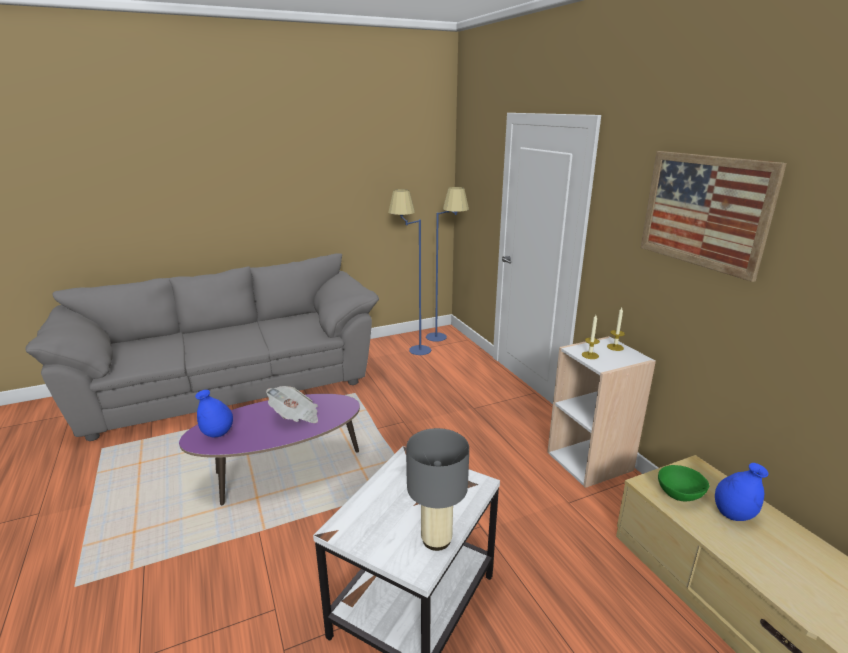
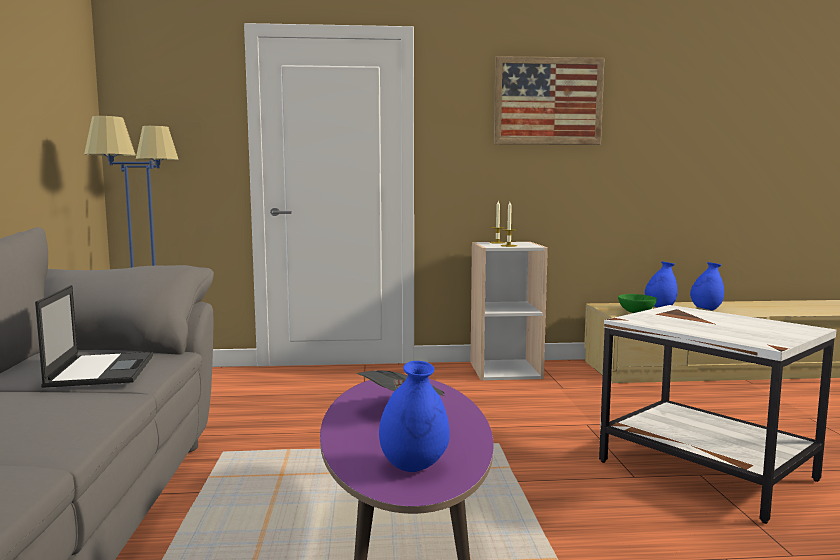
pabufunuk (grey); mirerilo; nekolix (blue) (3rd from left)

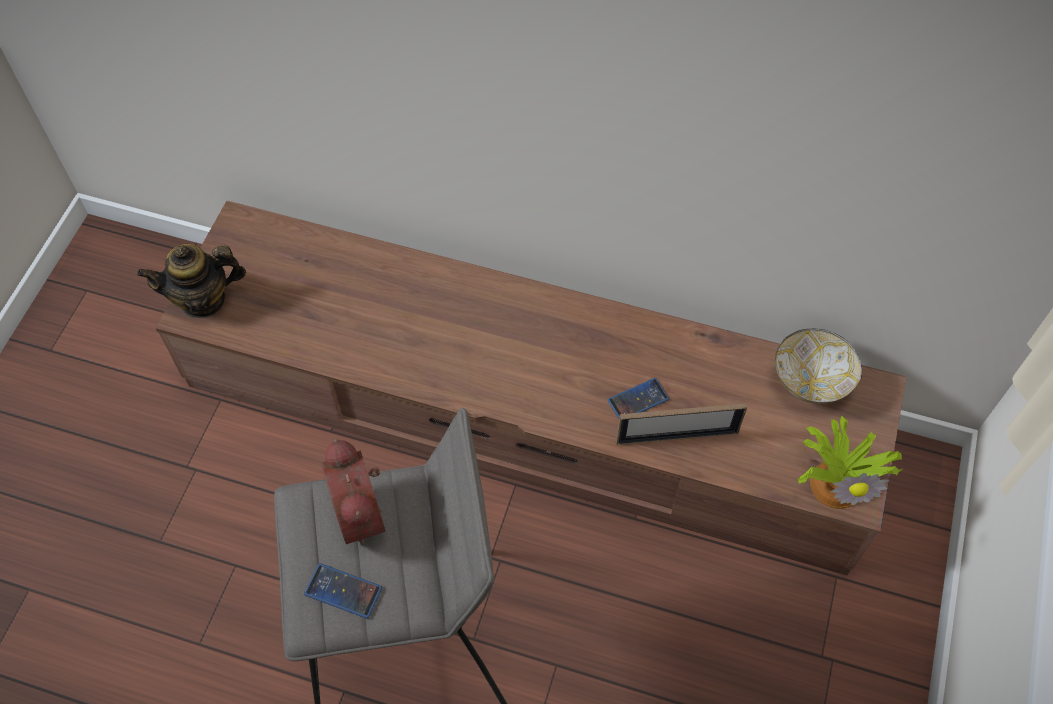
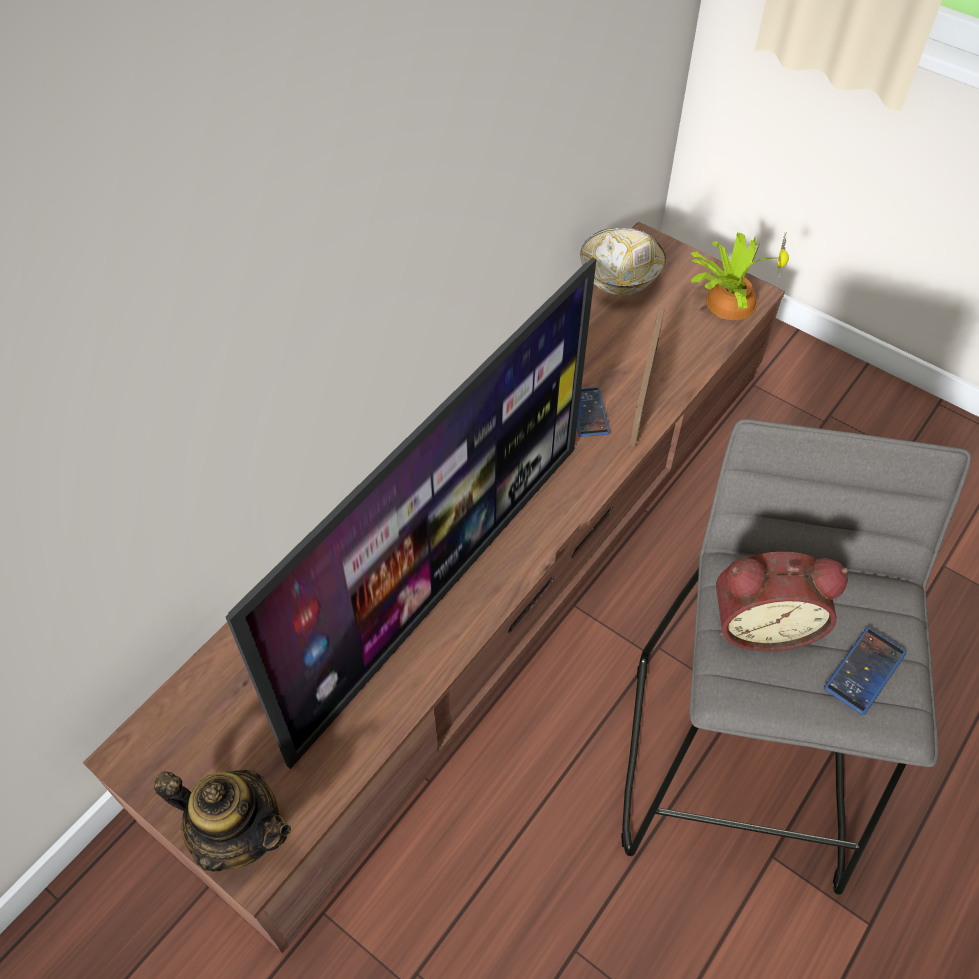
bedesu; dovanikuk

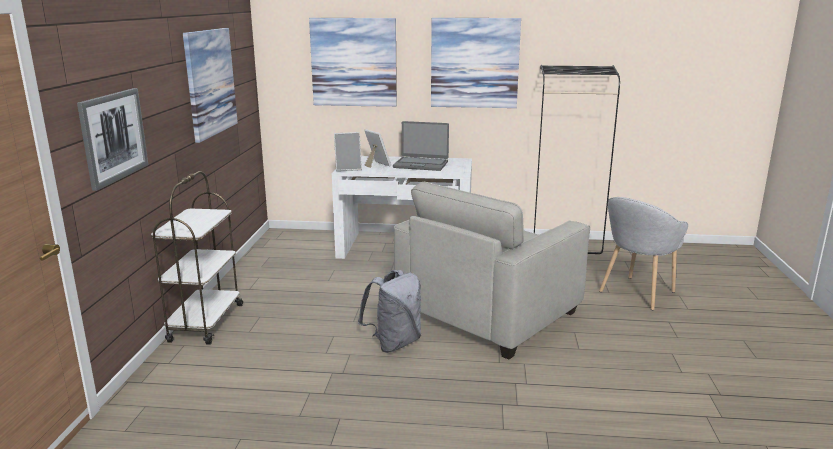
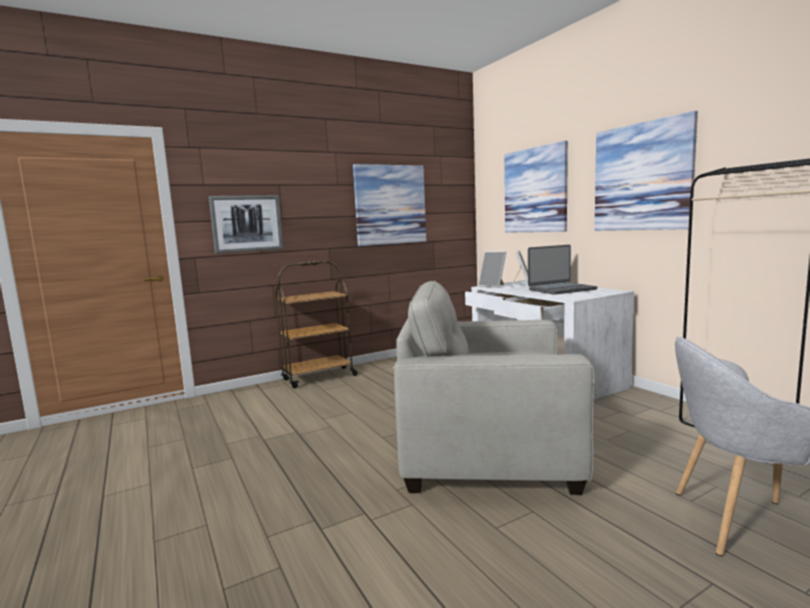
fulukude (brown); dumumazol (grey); mirerilo

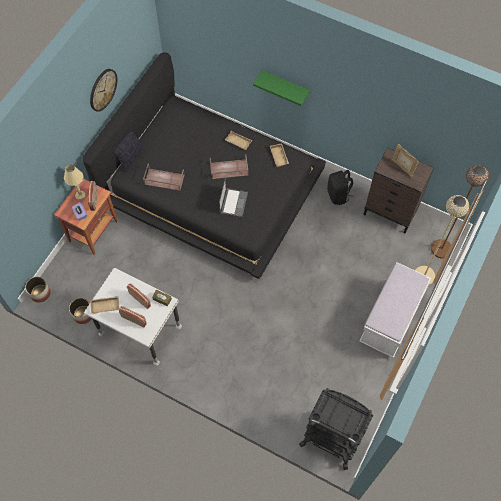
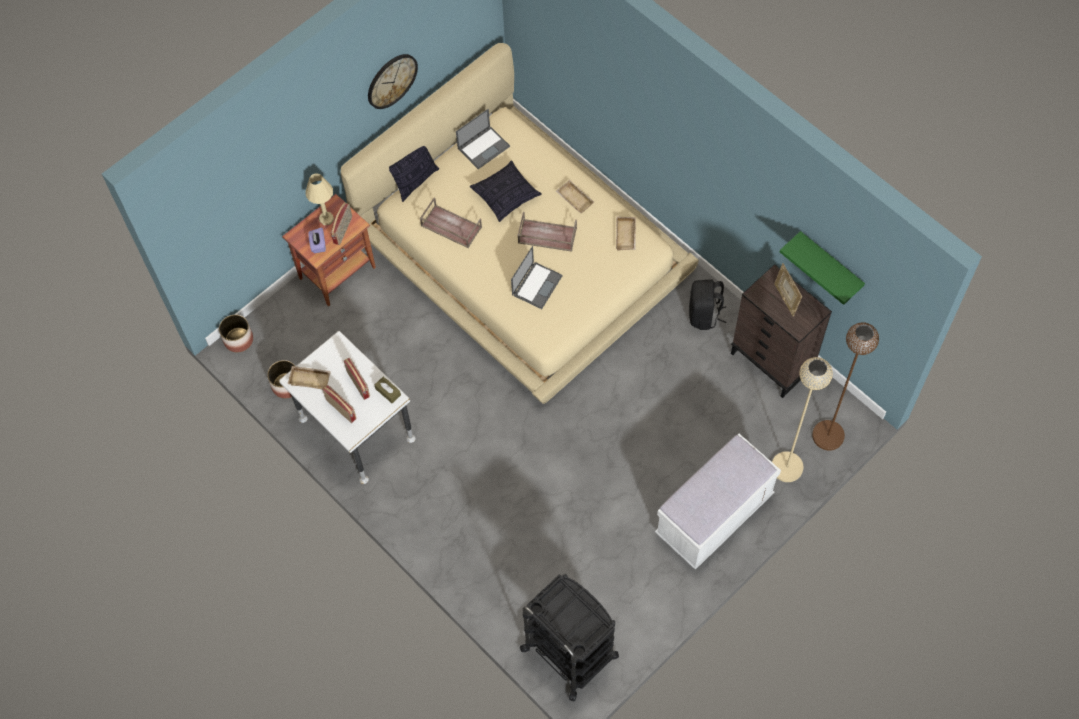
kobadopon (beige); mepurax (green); mirerilo (1st from left); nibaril (2nd from left)

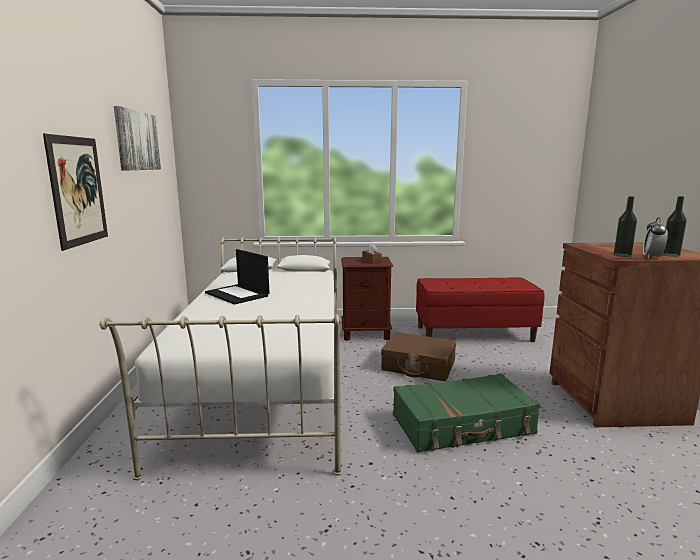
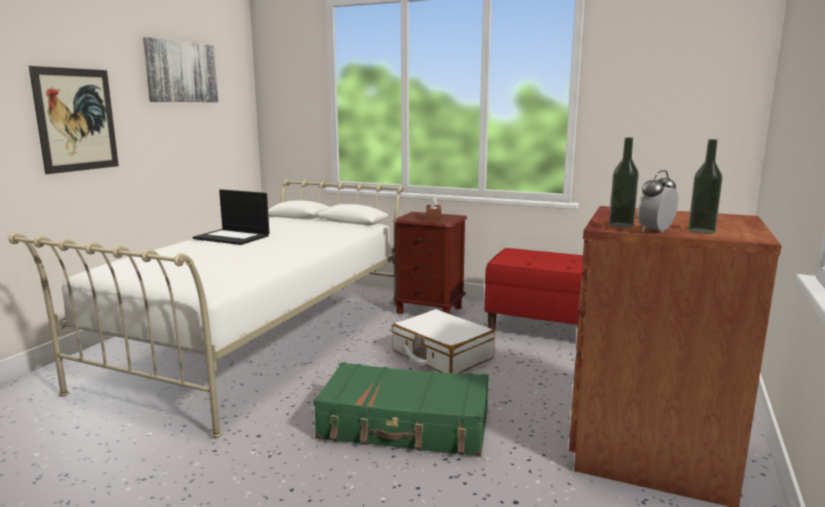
mirerilo; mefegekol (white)

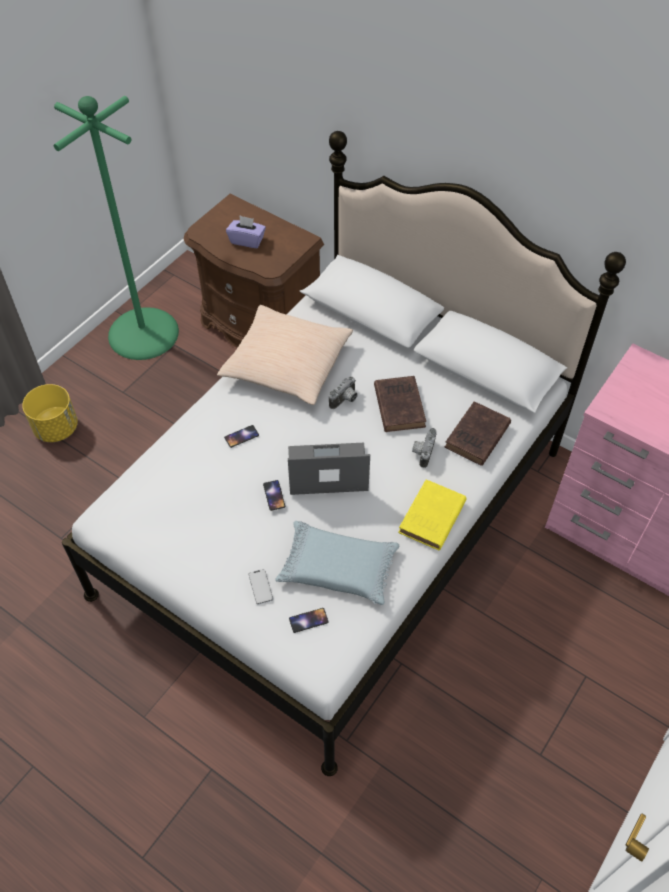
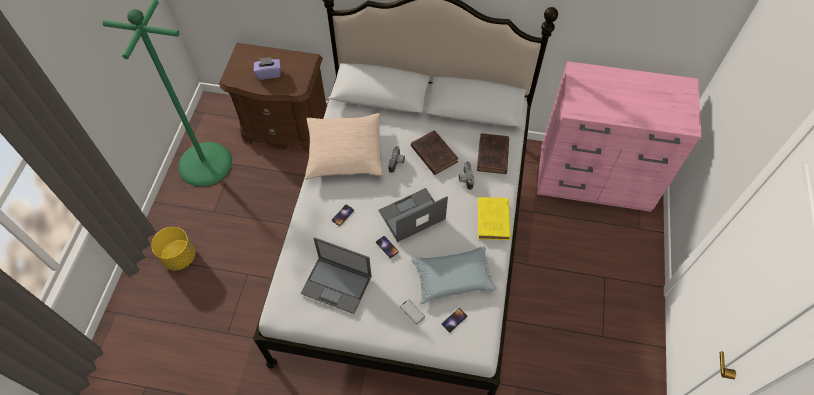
mirerilo (1st from left)

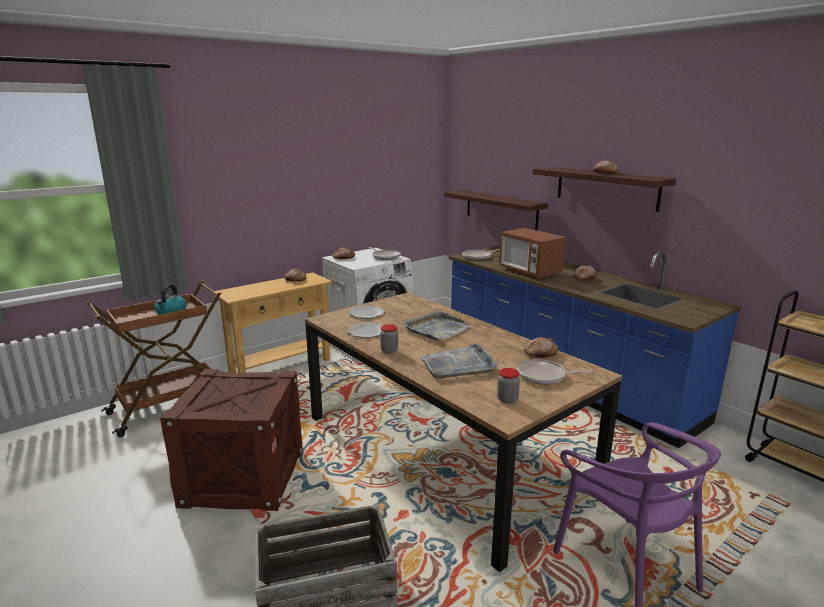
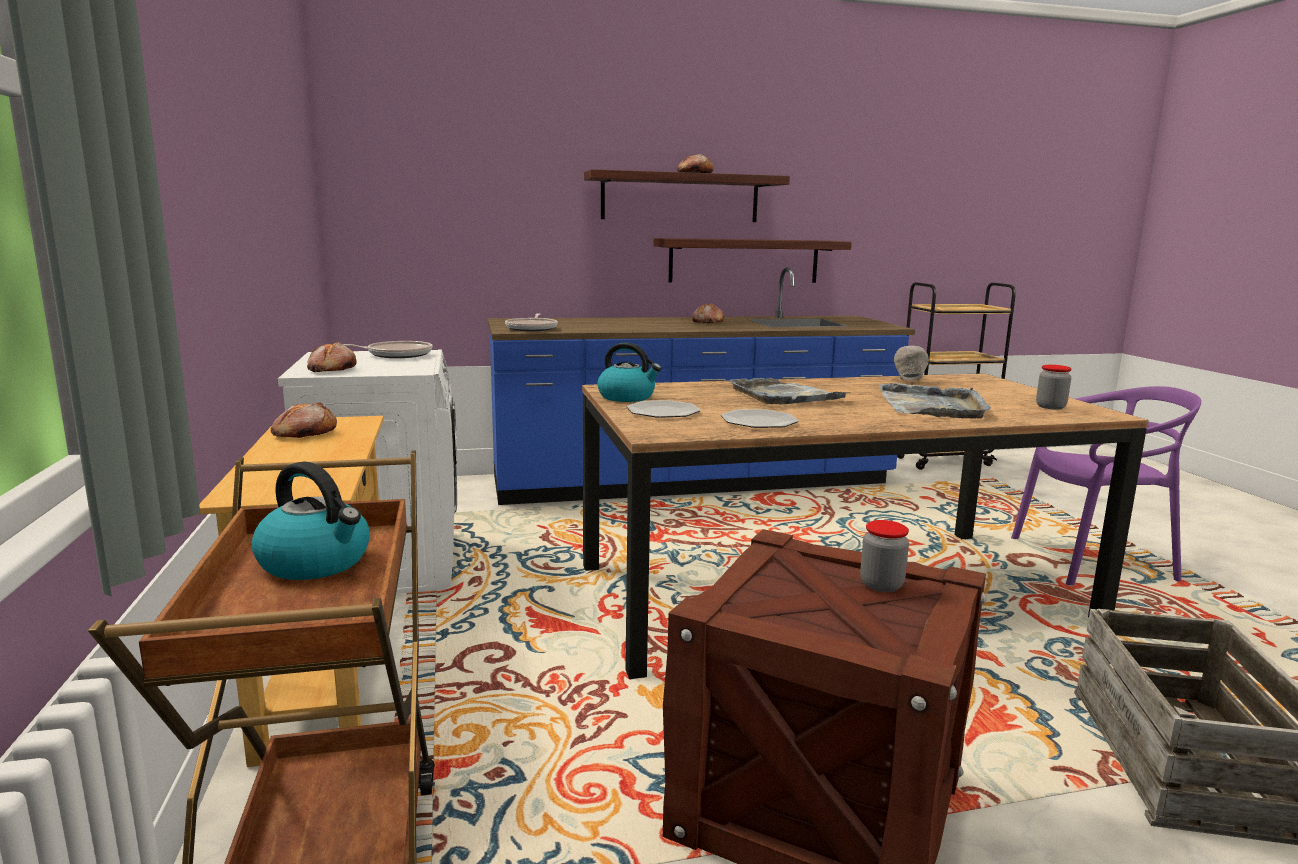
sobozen (1st from left); mepurax (2nd from left); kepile; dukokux (3rd from left in the first image); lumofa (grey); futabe (2nd from left)

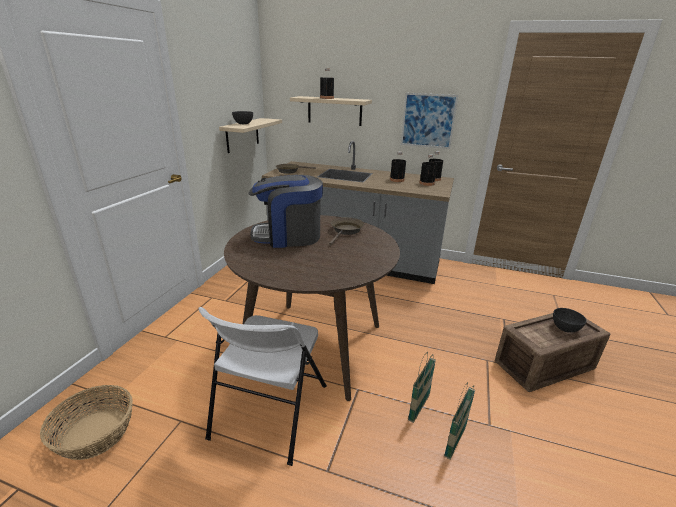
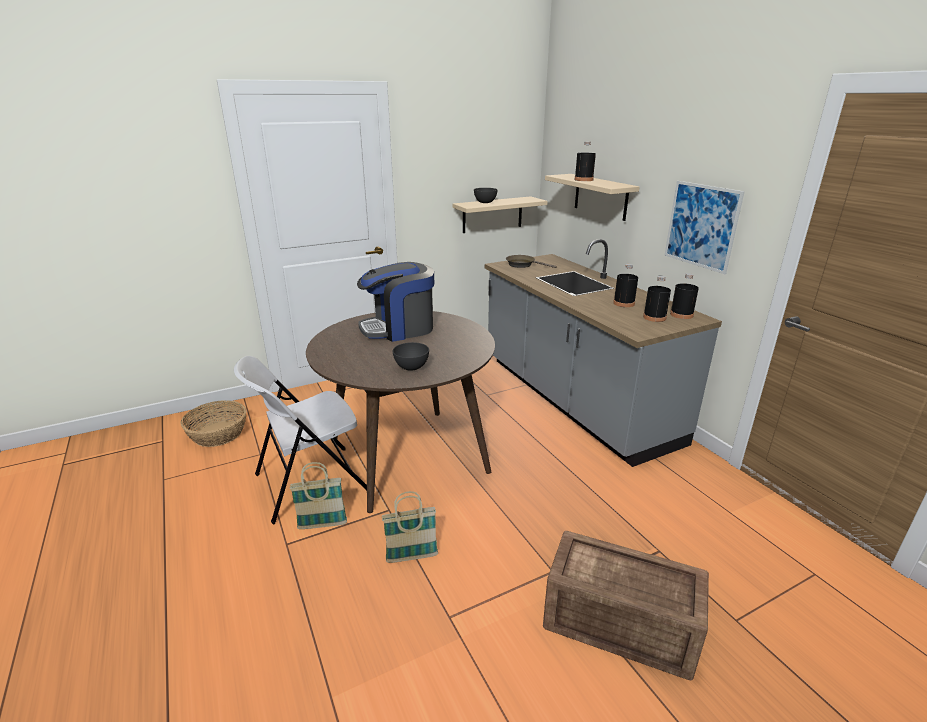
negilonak; dukokux (brown) (2nd from left in the first image); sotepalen (2nd from left); lumofa (grey) (1st from left)

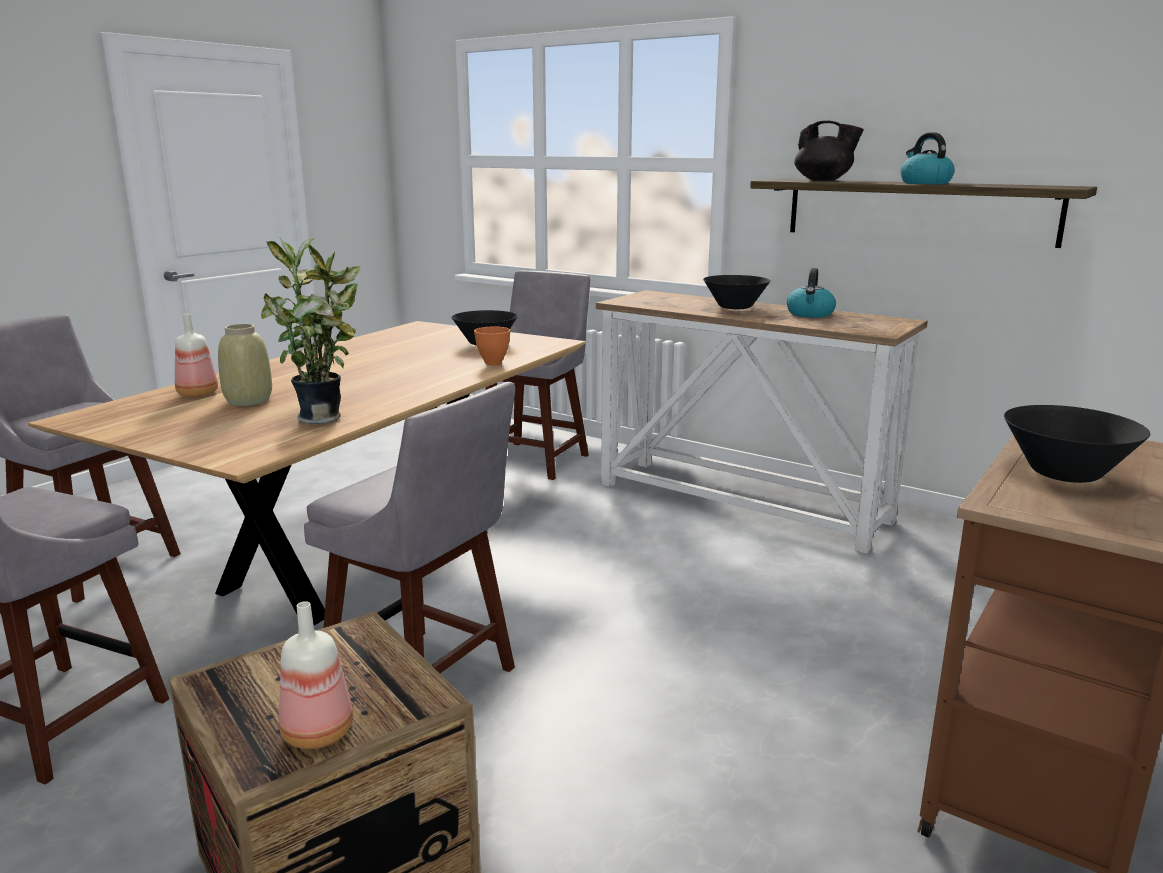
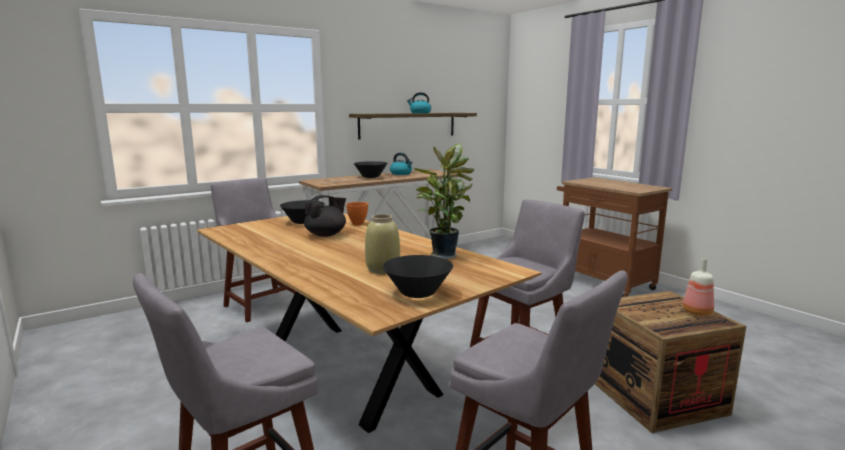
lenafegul (1st from left in the first image); bedesu (black); lumofa (black) (3rd from left)

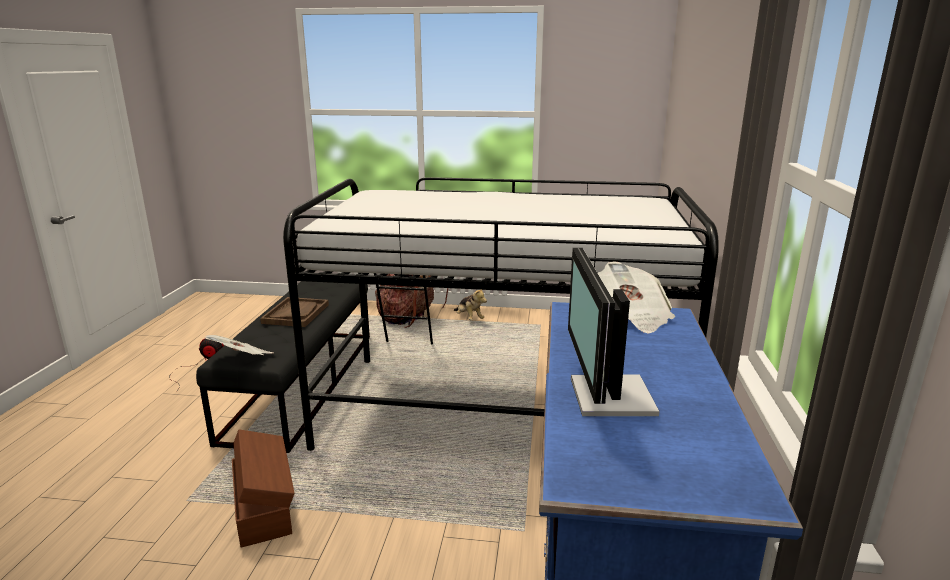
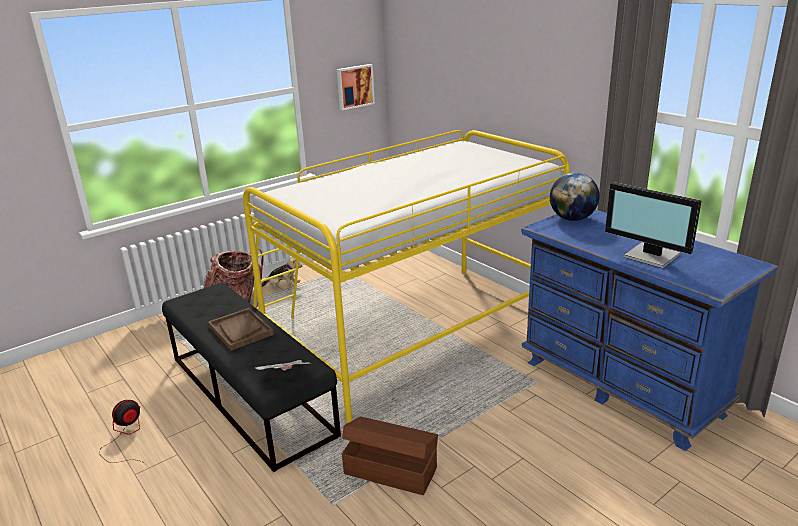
kobadopon (yellow); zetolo; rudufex

